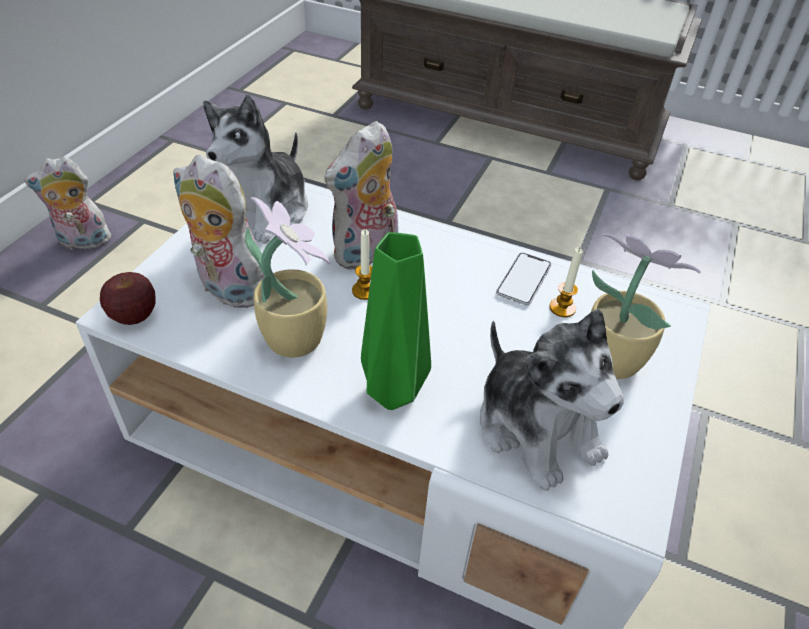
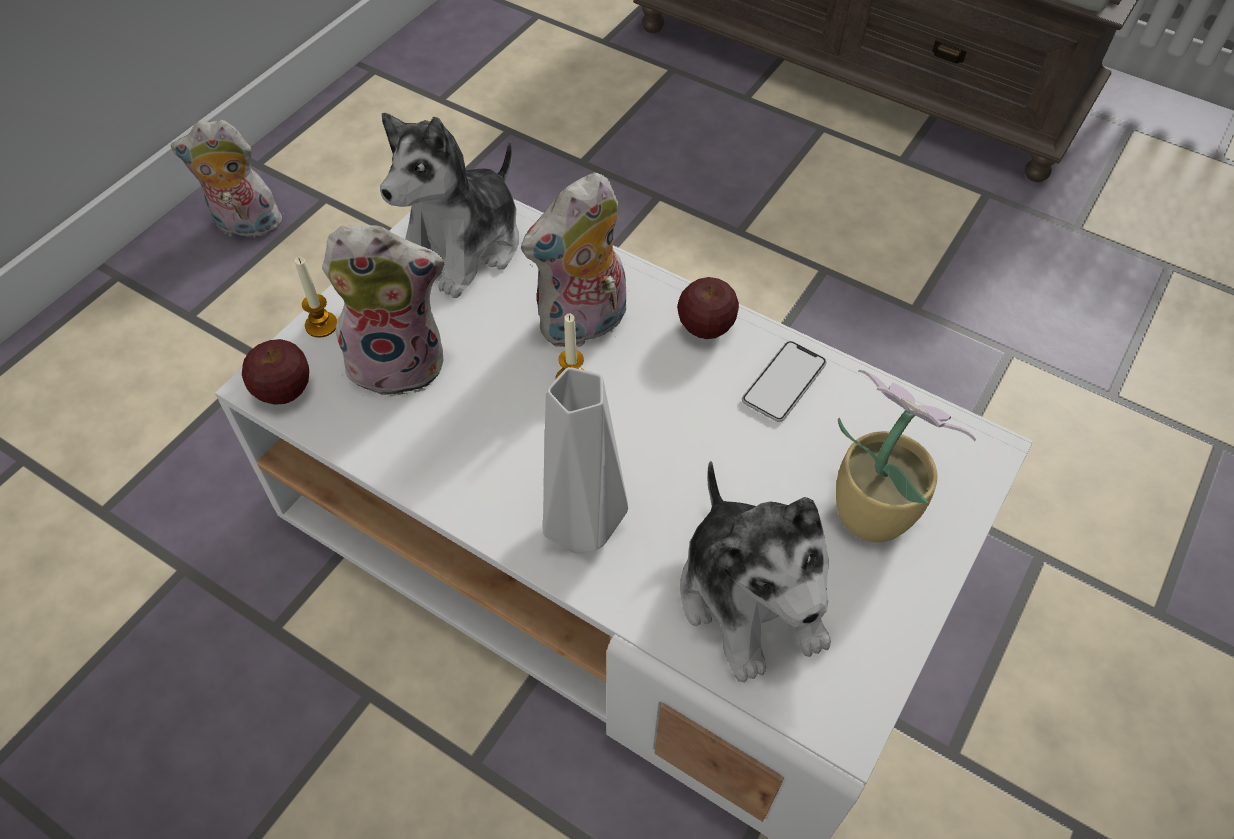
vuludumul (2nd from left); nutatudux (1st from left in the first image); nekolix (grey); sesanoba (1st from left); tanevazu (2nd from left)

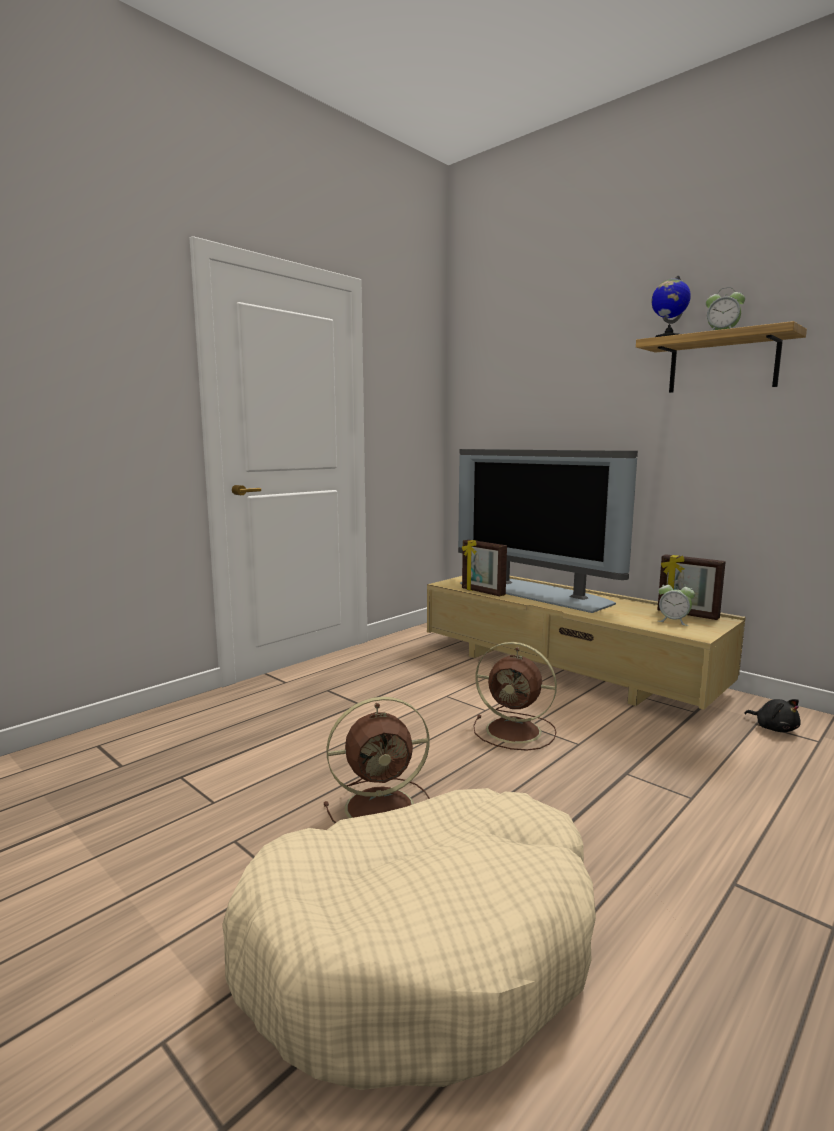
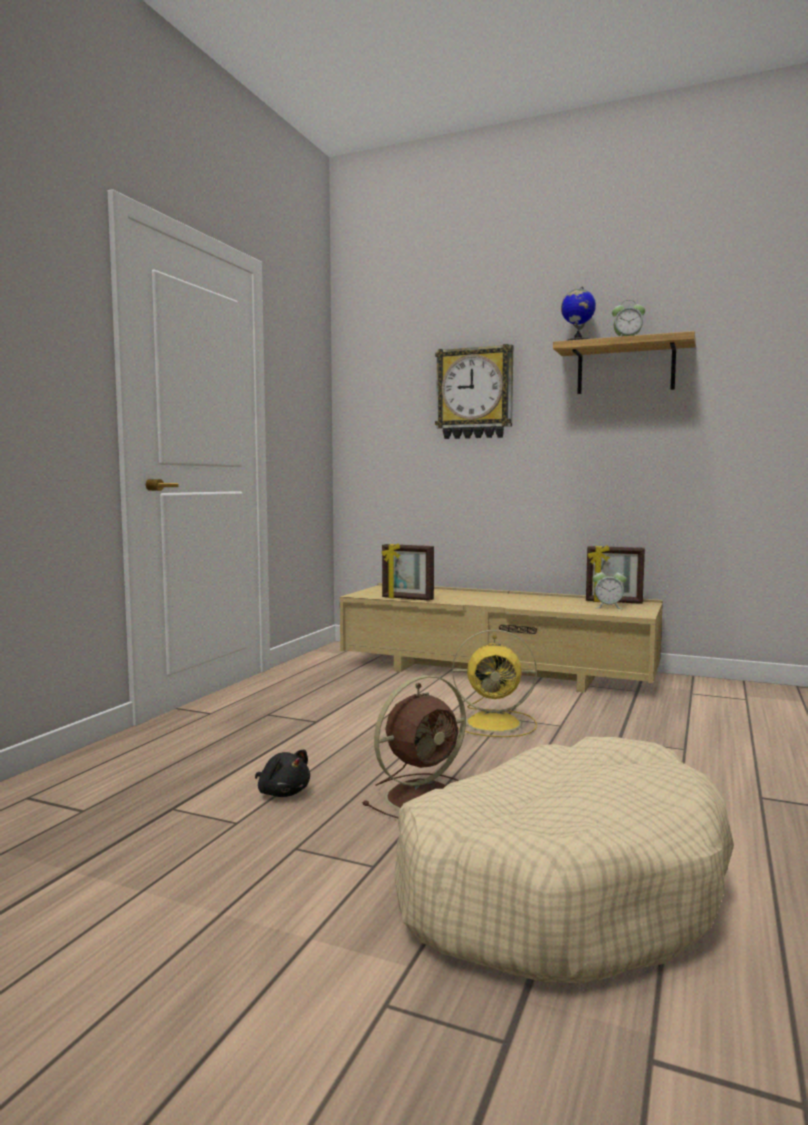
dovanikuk; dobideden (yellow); vuludumul (black); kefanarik

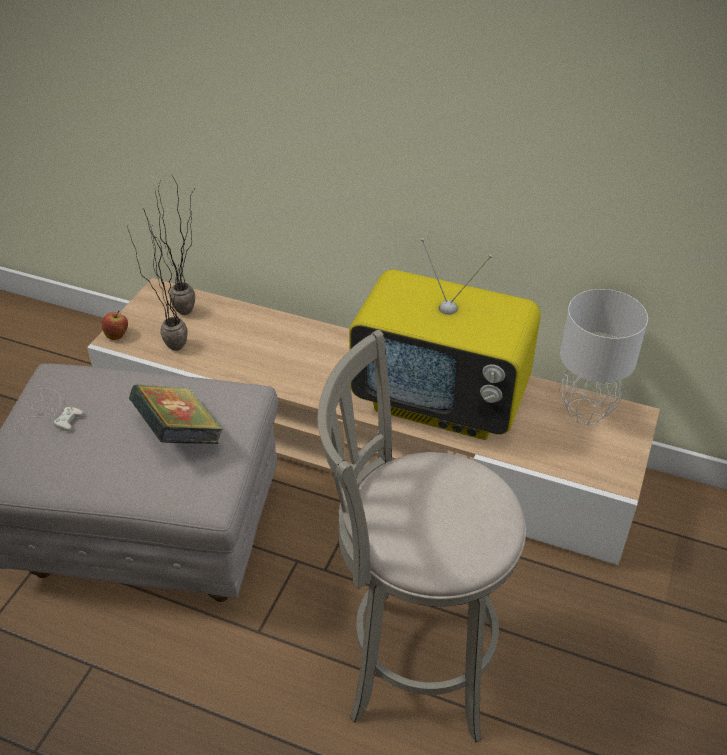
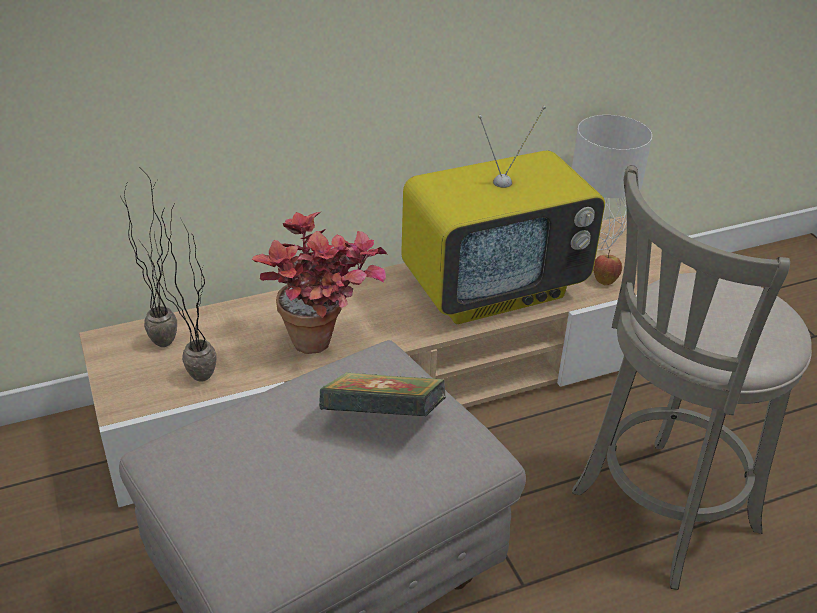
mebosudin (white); tanevazu; nutatudux (3rd from left)

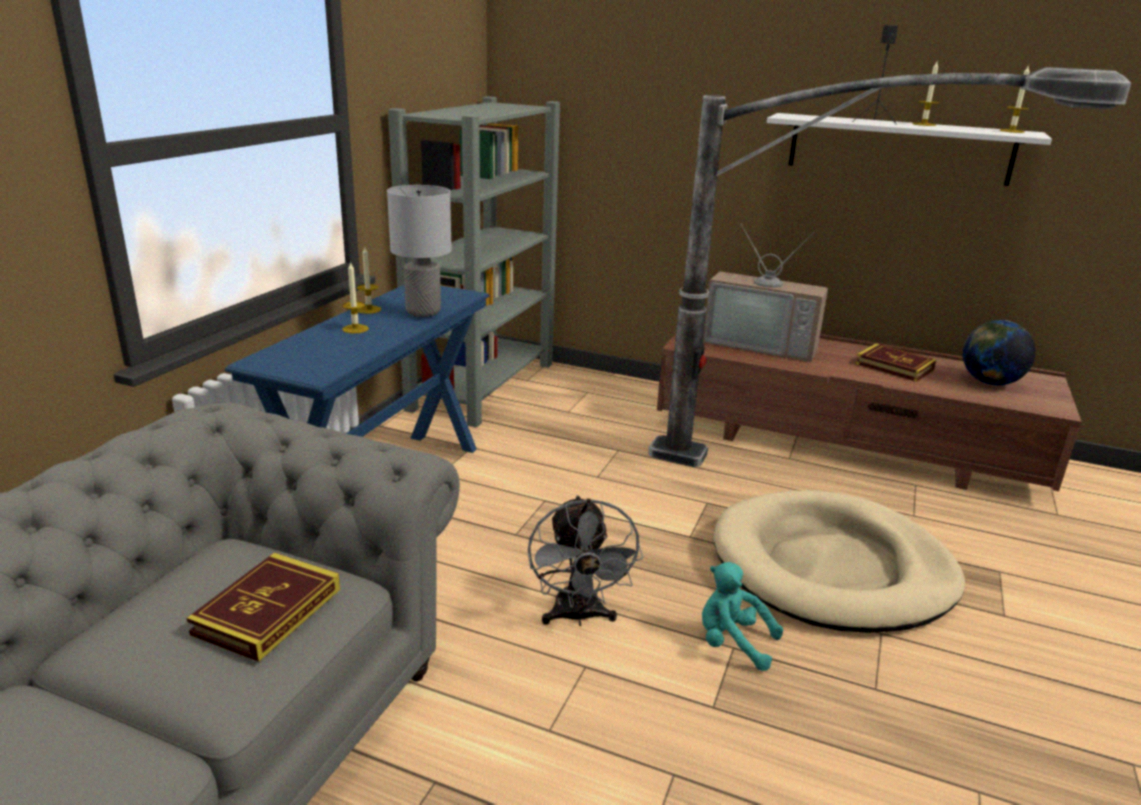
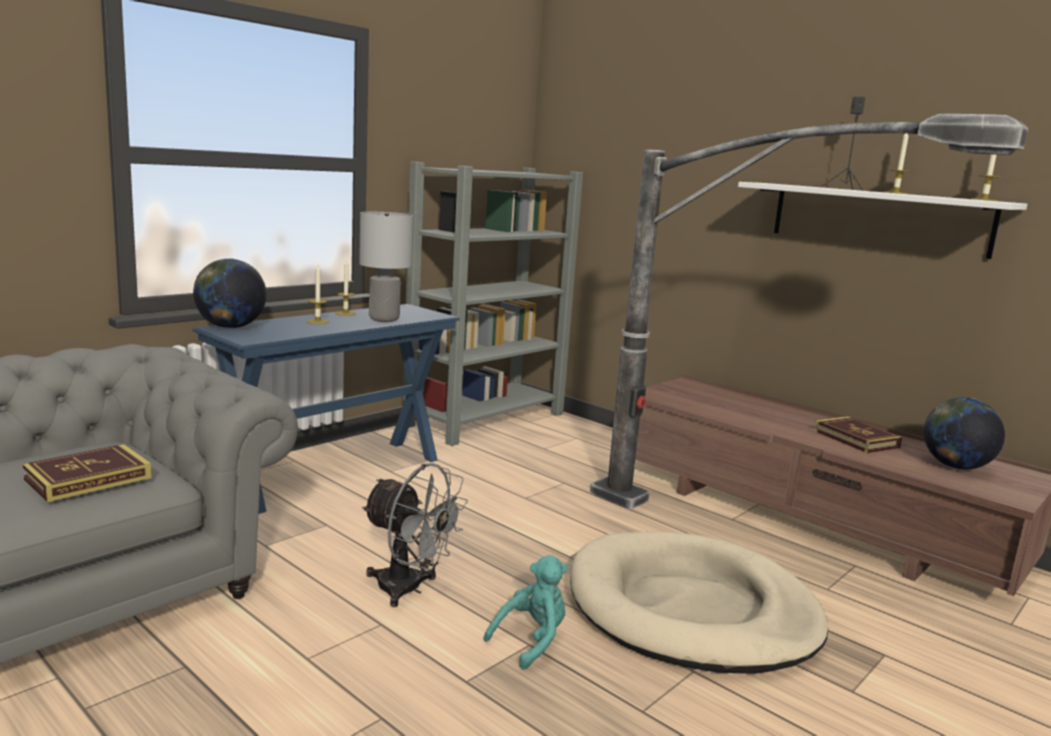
dobideden (grey); vuludumul (turquoise); dovanikuk; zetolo (1st from left)

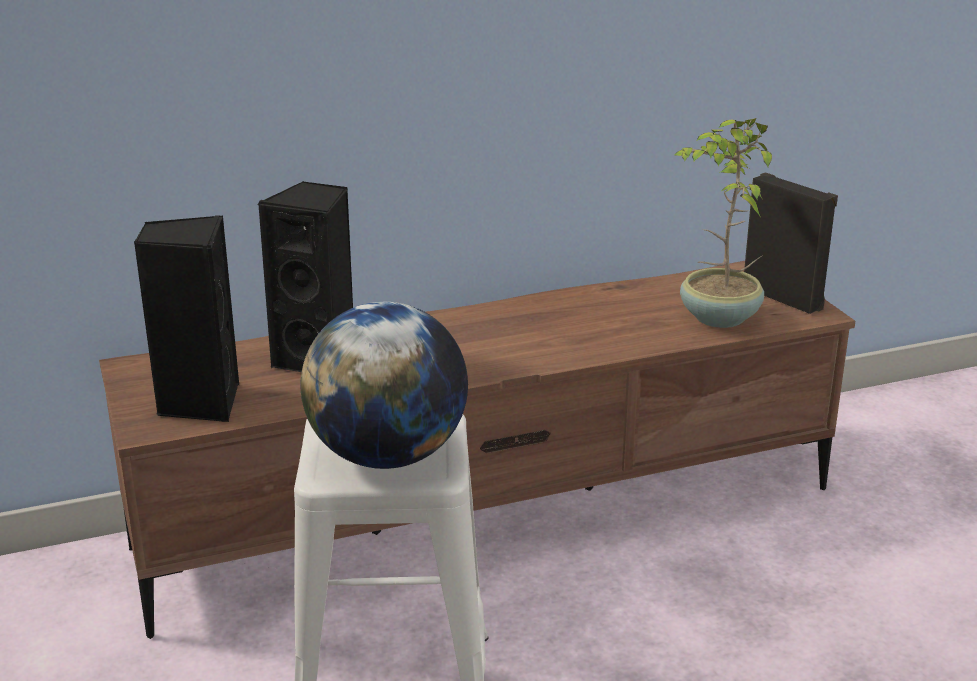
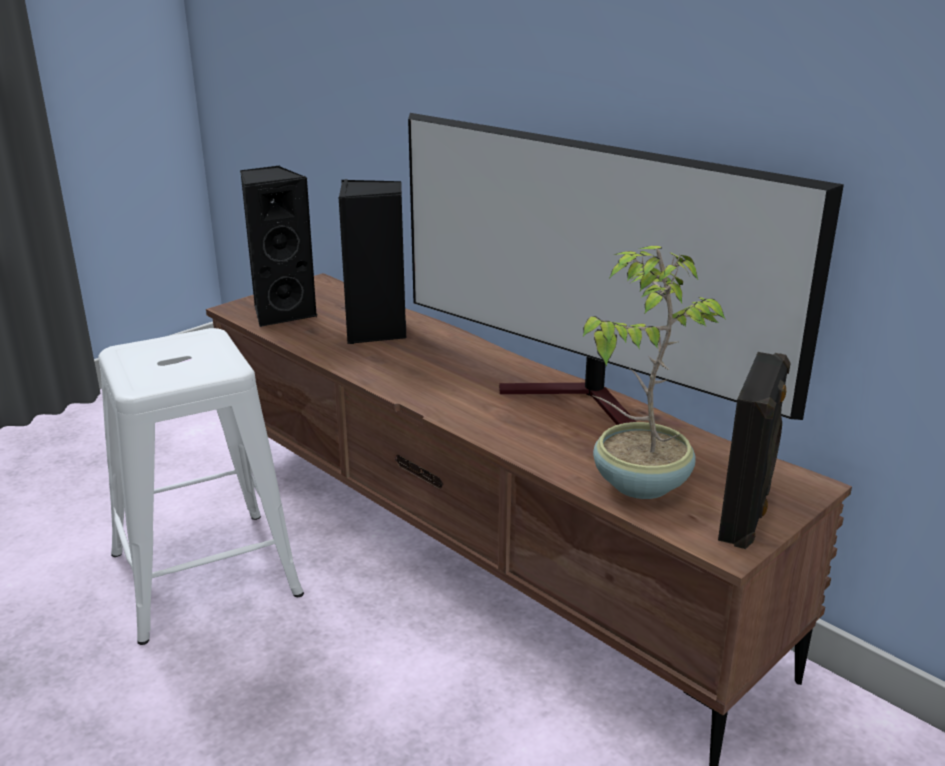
zetolo; dovanikuk

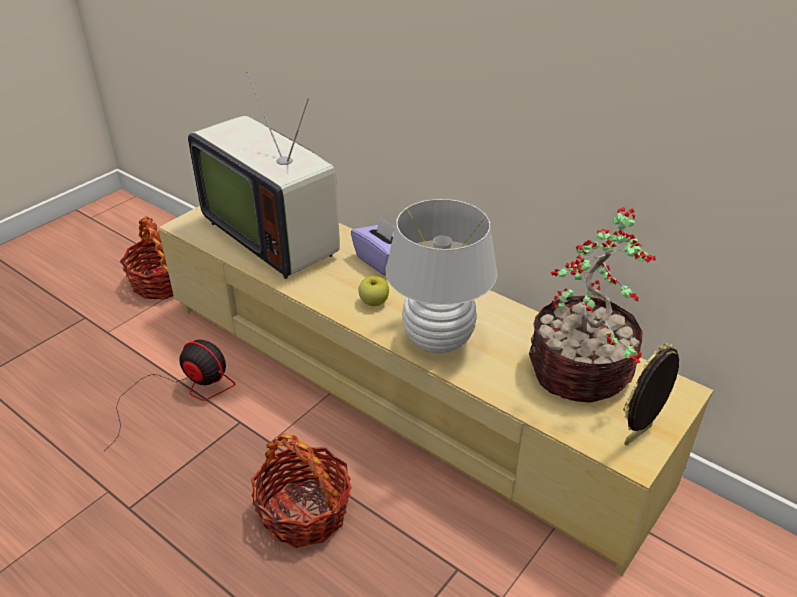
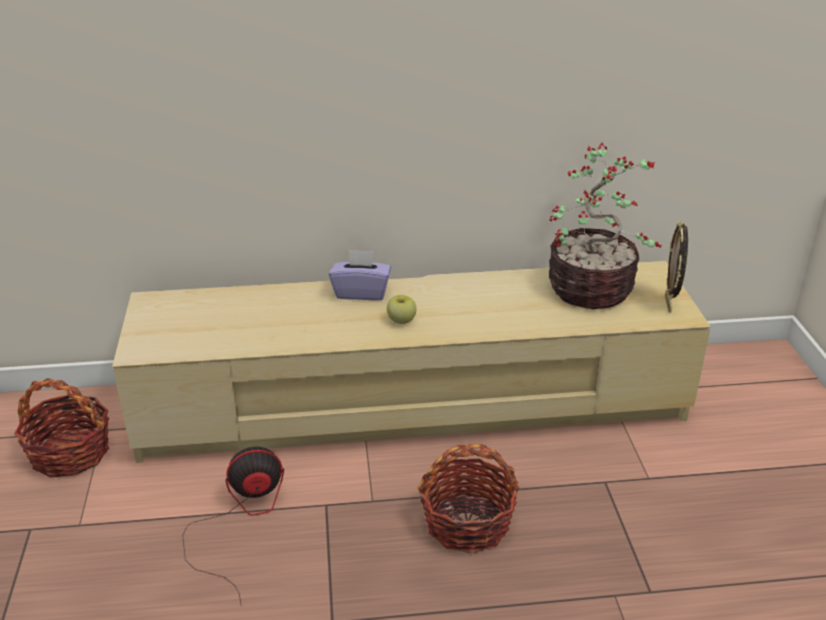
dovanikuk; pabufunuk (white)

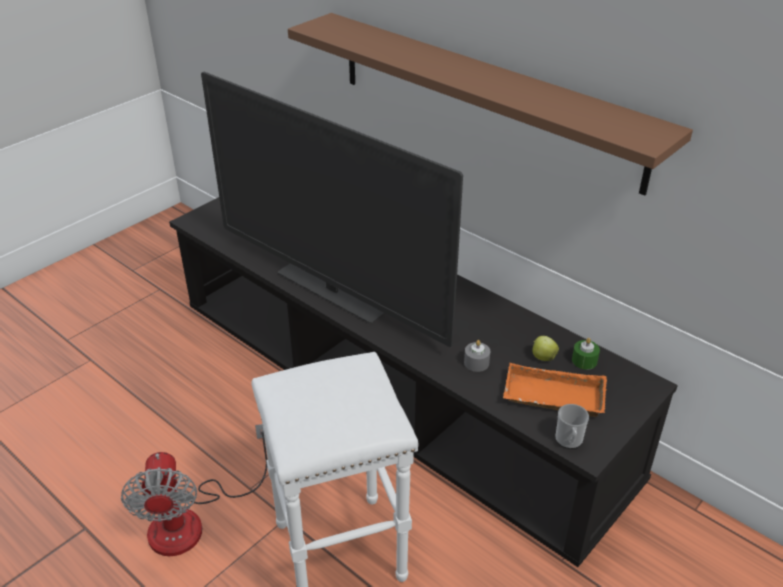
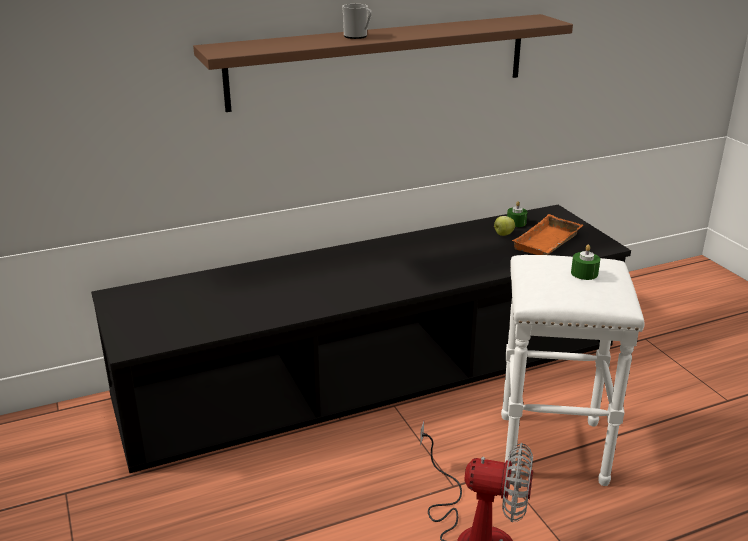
dovanikuk; sesanoba (grey); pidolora; sesanoba (green) (2nd from left)

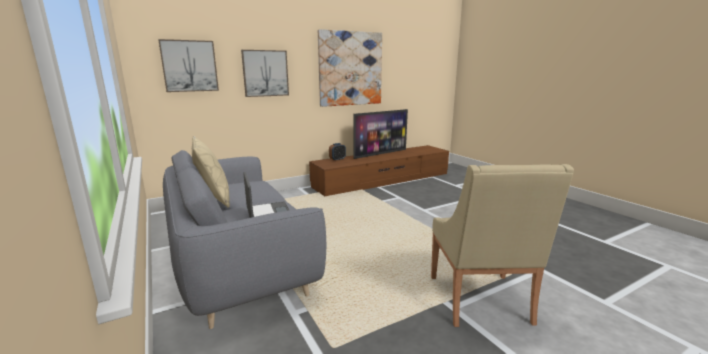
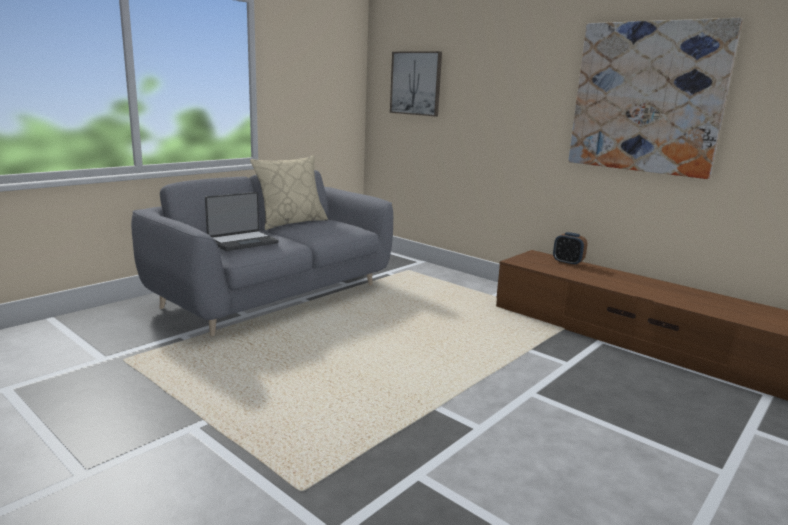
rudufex (2nd from left in the first image); dovanikuk; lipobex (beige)

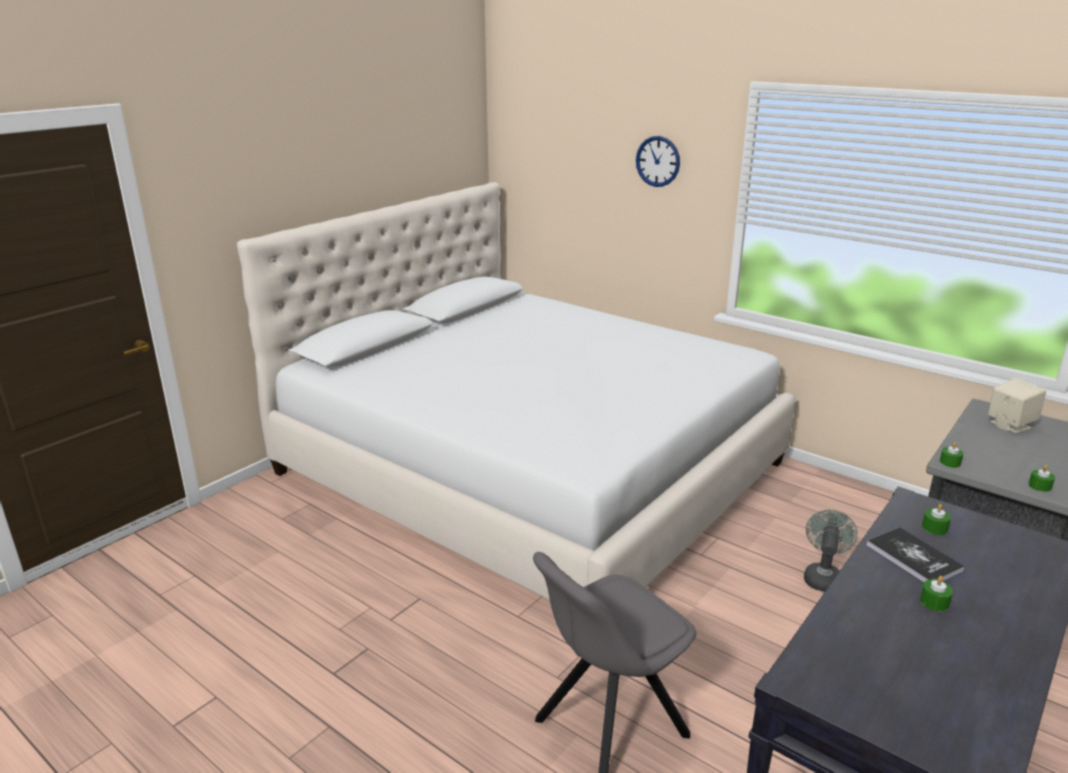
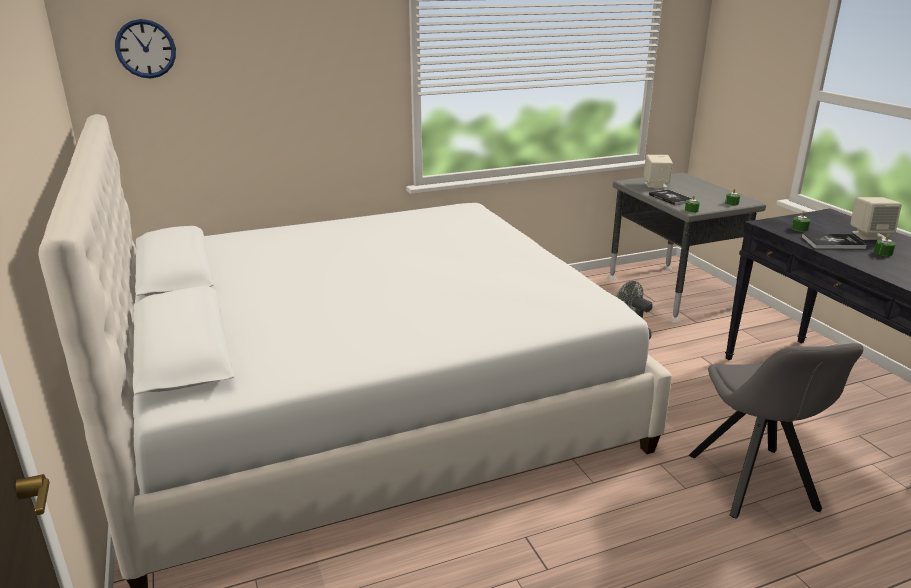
kefanarik; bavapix (1st from left); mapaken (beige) (2nd from left)

